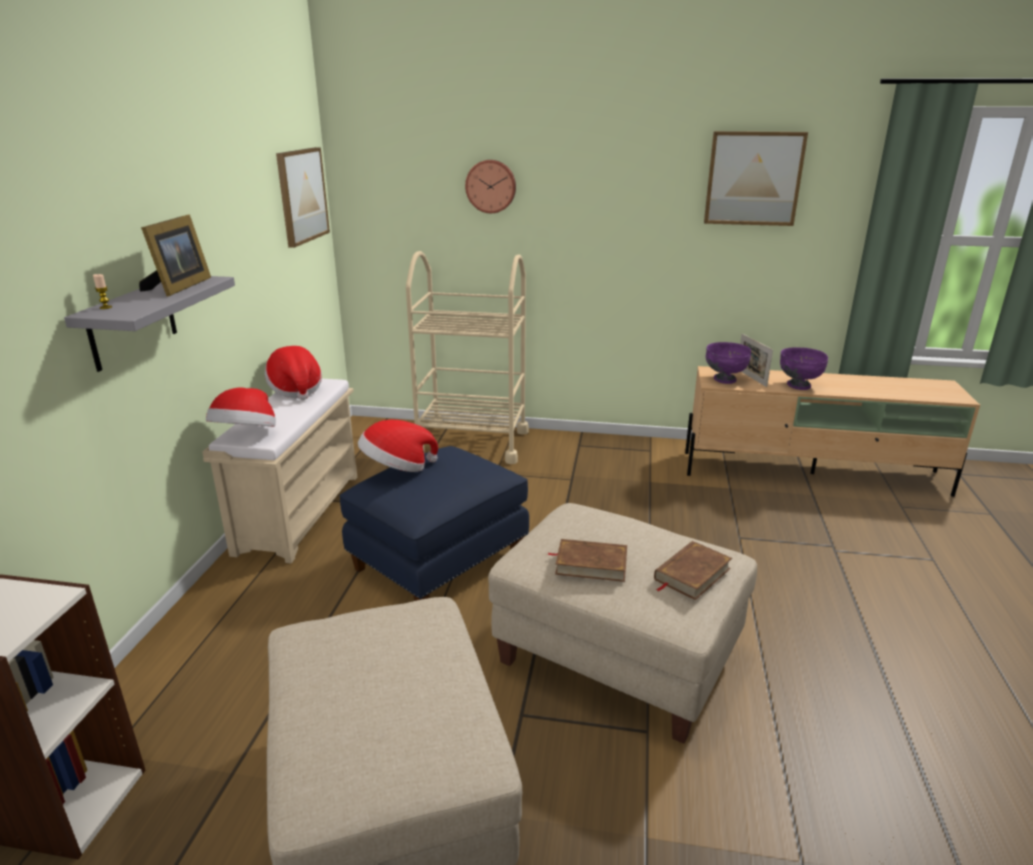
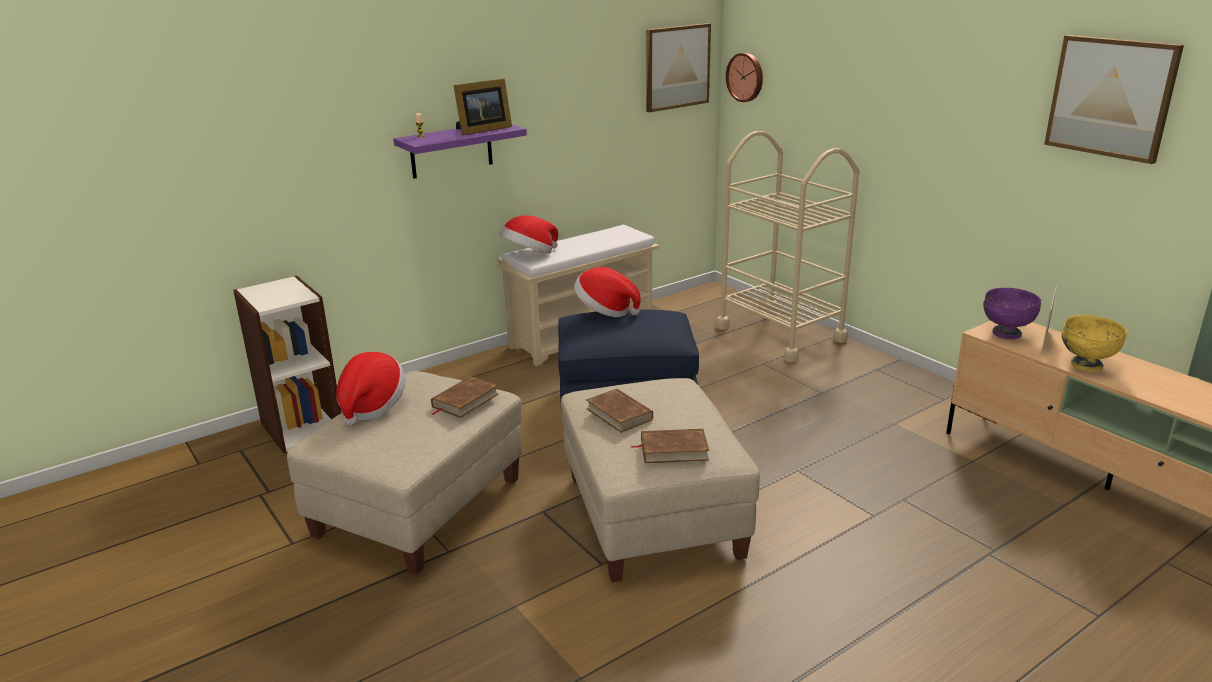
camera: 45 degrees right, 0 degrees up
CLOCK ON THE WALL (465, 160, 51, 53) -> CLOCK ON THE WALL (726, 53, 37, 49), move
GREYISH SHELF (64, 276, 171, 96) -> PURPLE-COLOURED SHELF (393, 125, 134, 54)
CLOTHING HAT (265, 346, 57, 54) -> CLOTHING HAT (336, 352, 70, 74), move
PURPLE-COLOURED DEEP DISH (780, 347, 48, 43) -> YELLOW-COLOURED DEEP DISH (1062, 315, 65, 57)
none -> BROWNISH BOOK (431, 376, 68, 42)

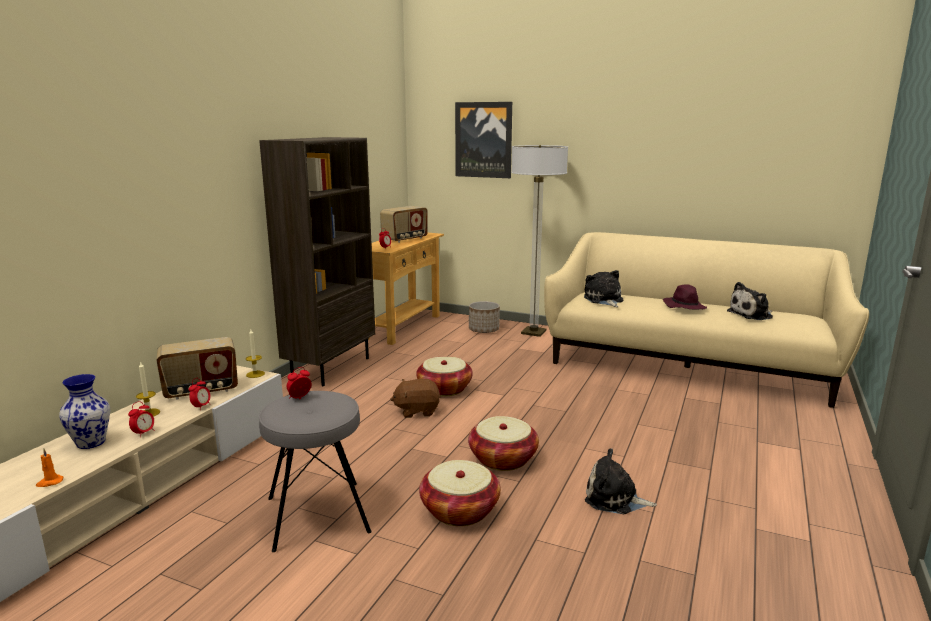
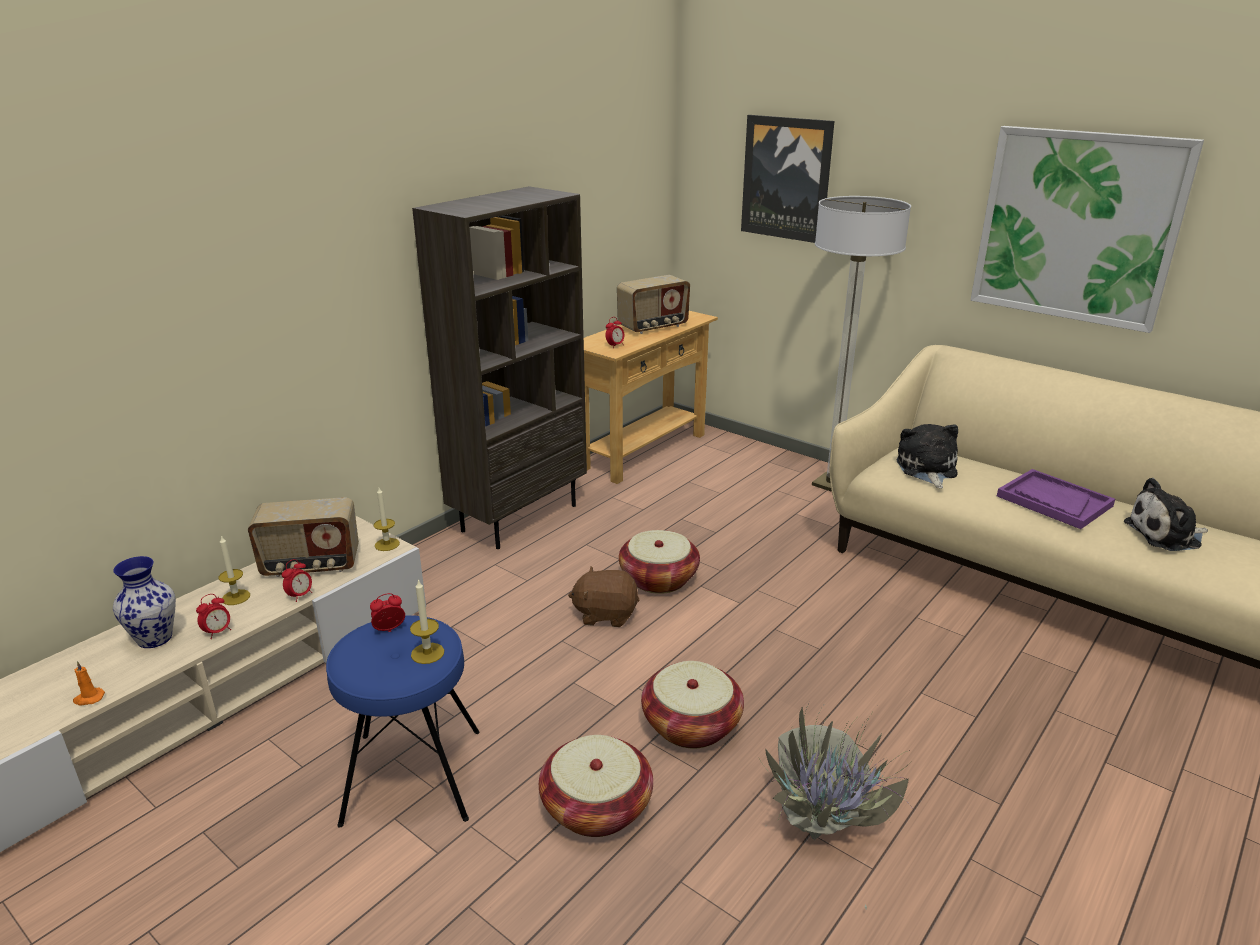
camera: 15 degrees right, 10 degrees up
PURPLE-COLOURED CLOTHING HAT (663, 284, 44, 25) -> PURPLE-COLOURED TRAY (997, 469, 118, 60)
FLOWER POT (469, 301, 31, 32) -> none
GREYISH SITTING STOOL (259, 391, 113, 161) -> BLUISH SITTING STOOL (326, 615, 154, 213)
CUDDLY TOY (585, 448, 72, 66) -> HOUSEPLANT (759, 700, 153, 209)
none -> WALL PICTURE (970, 126, 234, 207)
none -> CANDLE (410, 579, 34, 85)

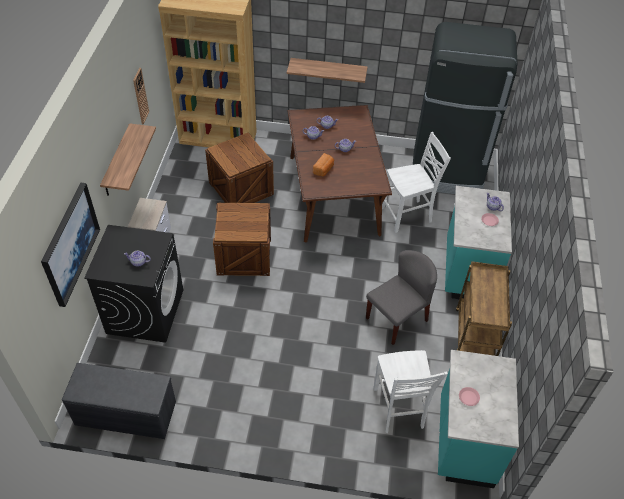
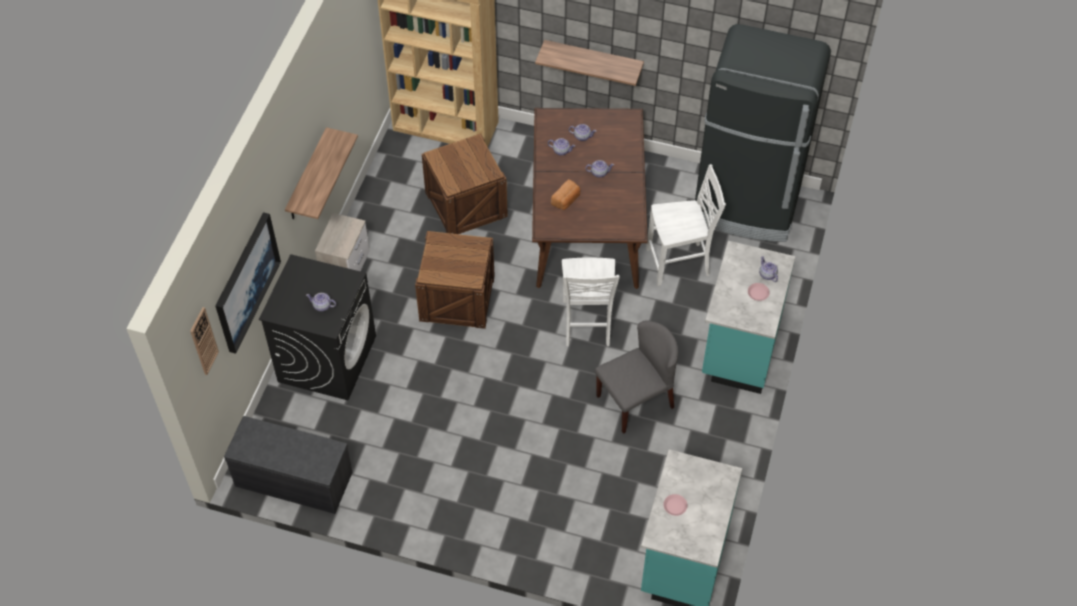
camera: 10 degrees right, 5 degrees up
CLOCK ON THE WALL (133, 68, 16, 57) -> CLOCK ON THE WALL (190, 307, 29, 68), move
BROWNISH CART (456, 261, 56, 95) -> none
WHITE CHAIR (374, 350, 74, 83) -> WHITE CHAIR (562, 257, 58, 90), move

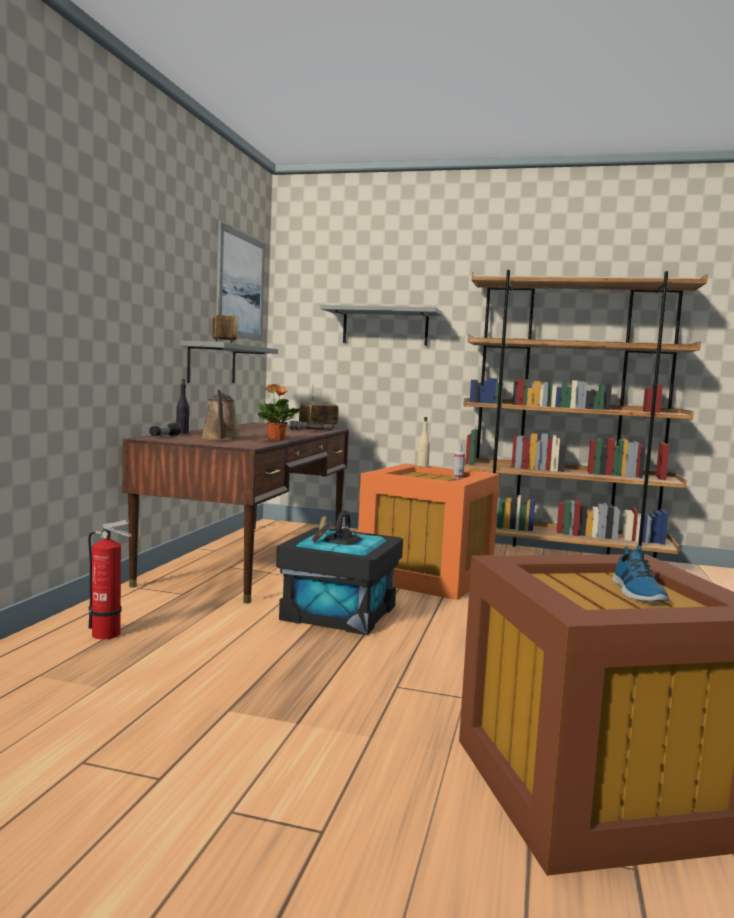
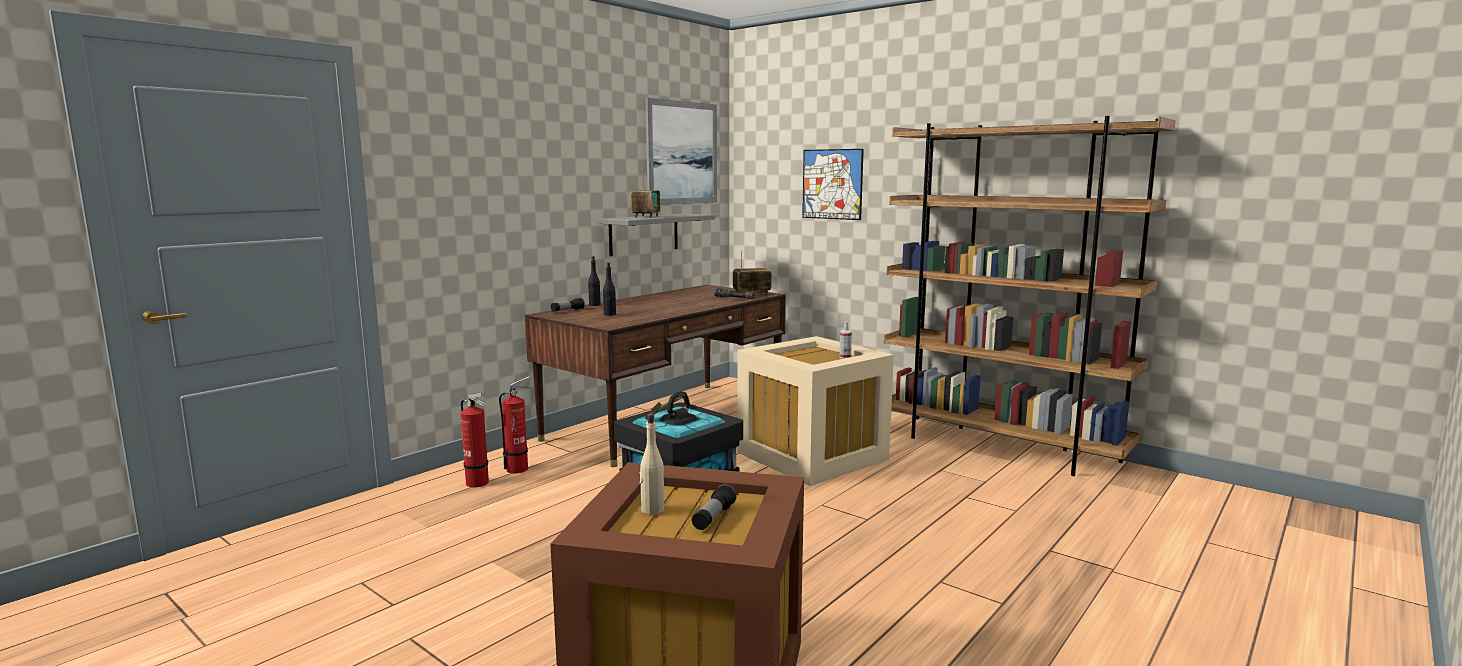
camera: 25 degrees right, 5 degrees up
GREYISH SHELF (320, 305, 122, 41) -> WALL PICTURE (802, 149, 62, 71)
HOUSEPLANT (257, 384, 45, 56) -> none
BROWNISH WATERING POT (201, 390, 40, 51) -> BLACK BOTTLE (603, 262, 13, 54)
BEIGE-COLOURED BOTTLE (417, 417, 13, 50) -> BEIGE-COLOURED BOTTLE (639, 414, 25, 101), move
ORANGE STORAGE CONTAINER (358, 464, 142, 136) -> BEIGE-COLOURED STORAGE CONTAINER (737, 336, 157, 150)
SHOE (612, 545, 57, 56) -> FLASHLIGHT (692, 484, 45, 46)
none -> FIRE EXTINGUISHER (499, 376, 33, 98)

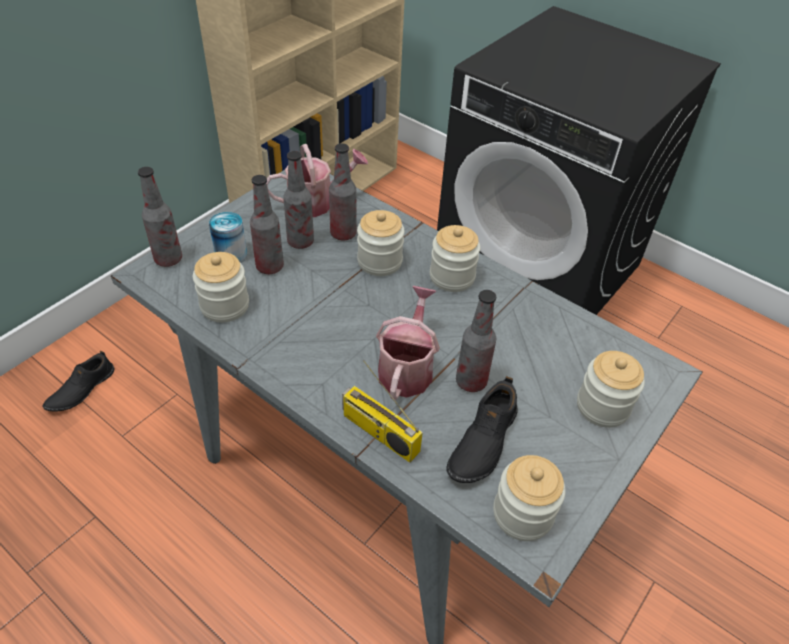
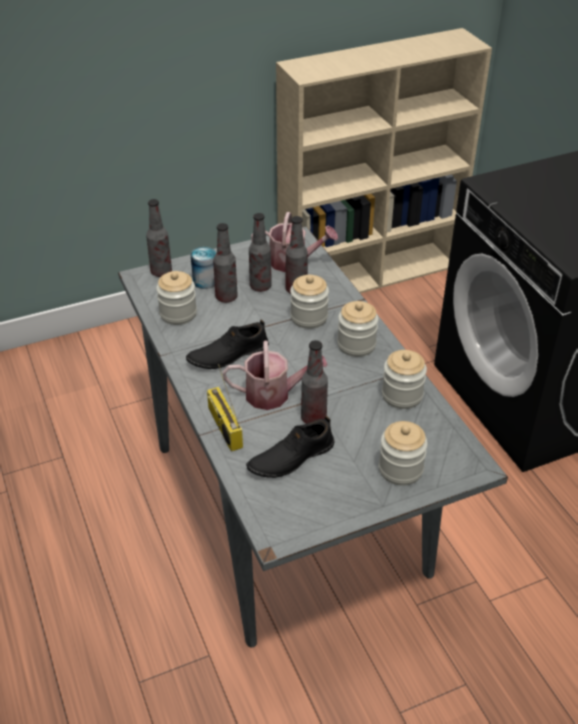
camera: 30 degrees right, 5 degrees down
WATERING POT (376, 286, 64, 114) -> WATERING POT (223, 341, 104, 69), 45 degrees clockwise
BLACK SHOE (42, 351, 73, 60) -> BLACK SHOE (186, 319, 83, 50), move
PRESERVE JAR (493, 455, 73, 86) -> PRESERVE JAR (382, 350, 45, 59), move

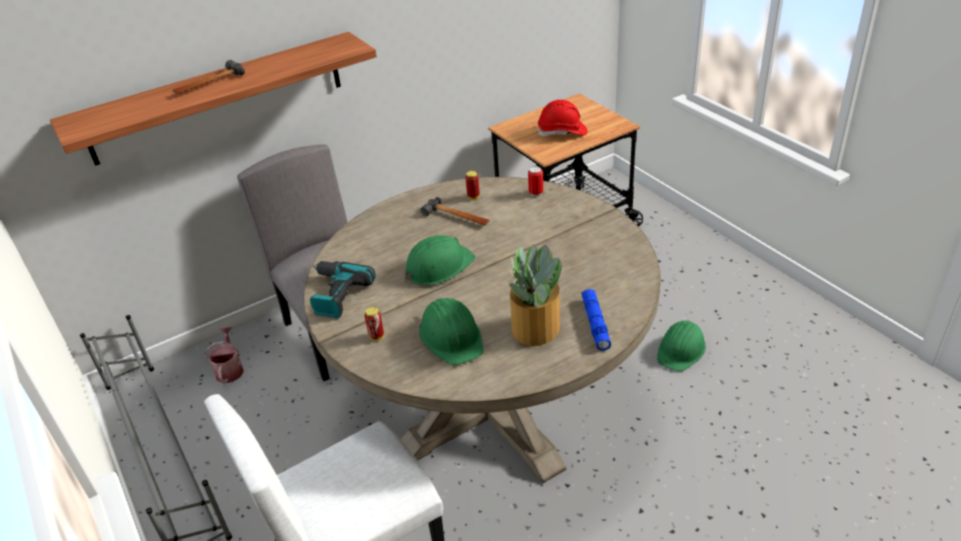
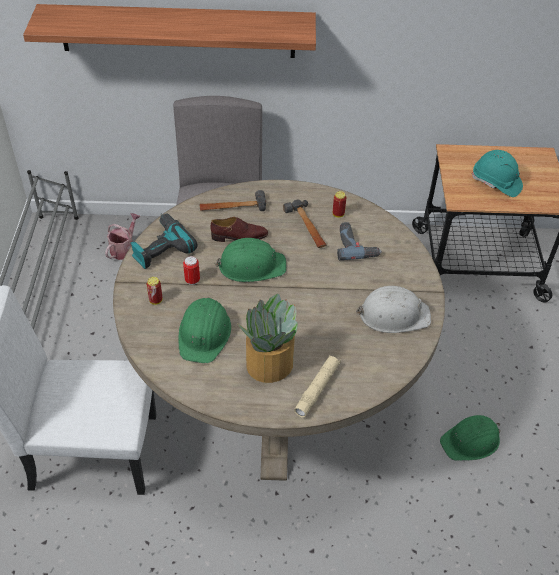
camera: 30 degrees right, 10 degrees up
HAND HAMMER (173, 60, 72, 34) -> HAND HAMMER (199, 190, 67, 21), move
RED-COLOURED WORK HELMET (537, 100, 50, 36) -> TURQUOISE WORK HELMET (472, 150, 51, 47)
CAN (528, 166, 15, 30) -> CAN (183, 256, 17, 29), move
BLUISH FLASHLIGHT (581, 289, 30, 62) -> BEIGE-COLOURED FLASHLIGHT (294, 355, 47, 63)
none -> BROWNISH SHOE (210, 217, 58, 25)
none -> POWER DRILL (337, 222, 45, 38)
none -> WHITE WORK HELMET (356, 286, 75, 47)

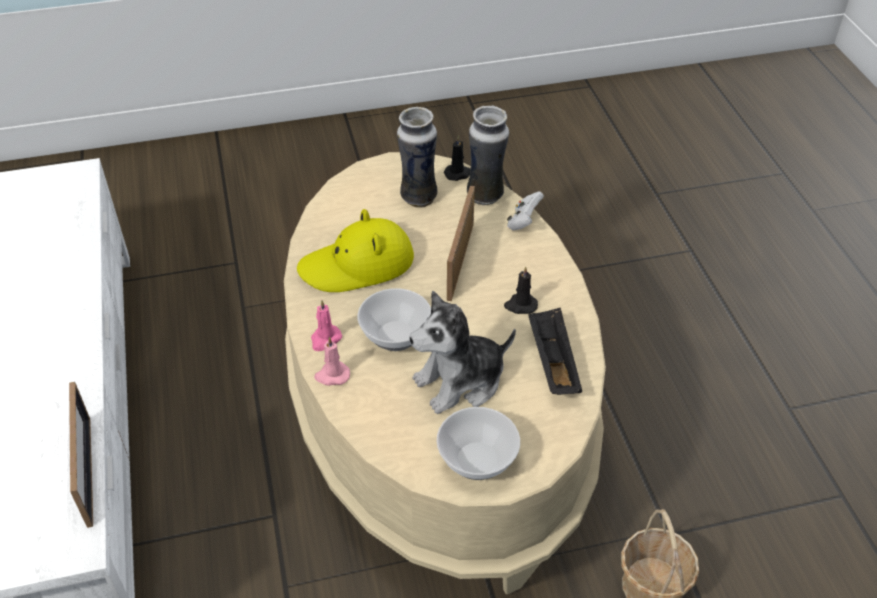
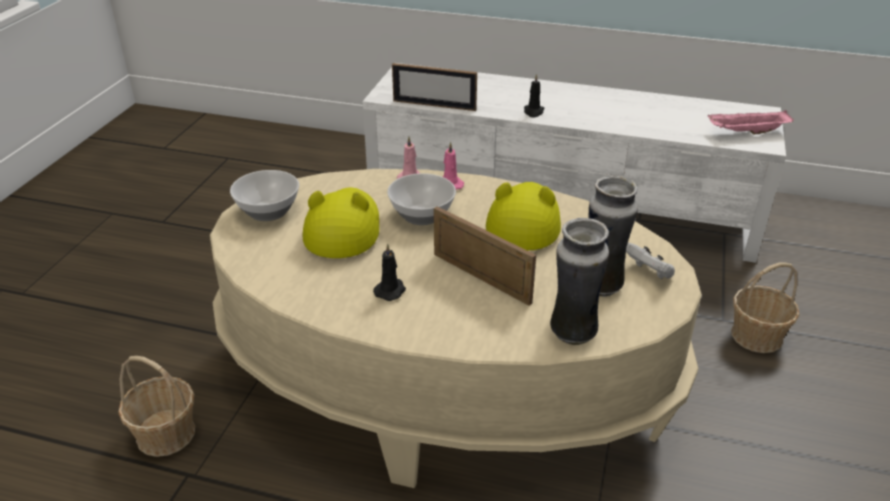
camera: 120 degrees right, 10 degrees down
BLACK CANDLE (444, 135, 27, 46) -> BLACK CANDLE (524, 74, 21, 43), move
WHITE GAME CONTROLLER (507, 191, 37, 39) -> WHITE GAME CONTROLLER (626, 242, 49, 37), move
CUDDLY TOY (409, 291, 107, 123) -> YELLOW-COLOURED CLOTHING HAT (303, 187, 76, 71)
BLACK TRAY (529, 308, 53, 87) -> none
none -> PINKISH TRAY (708, 110, 86, 25)
none -> STORAGE BASKET (731, 262, 68, 91)

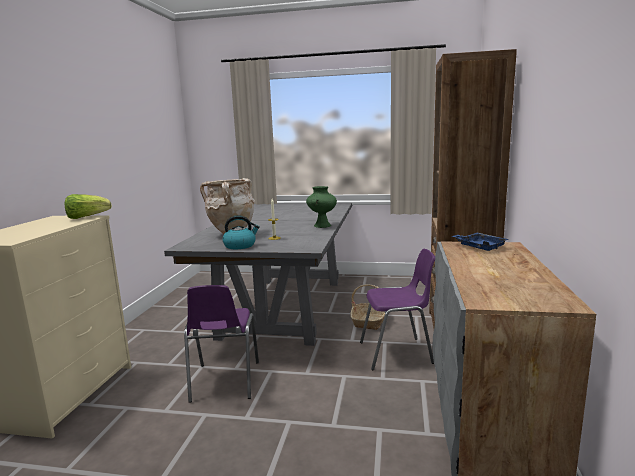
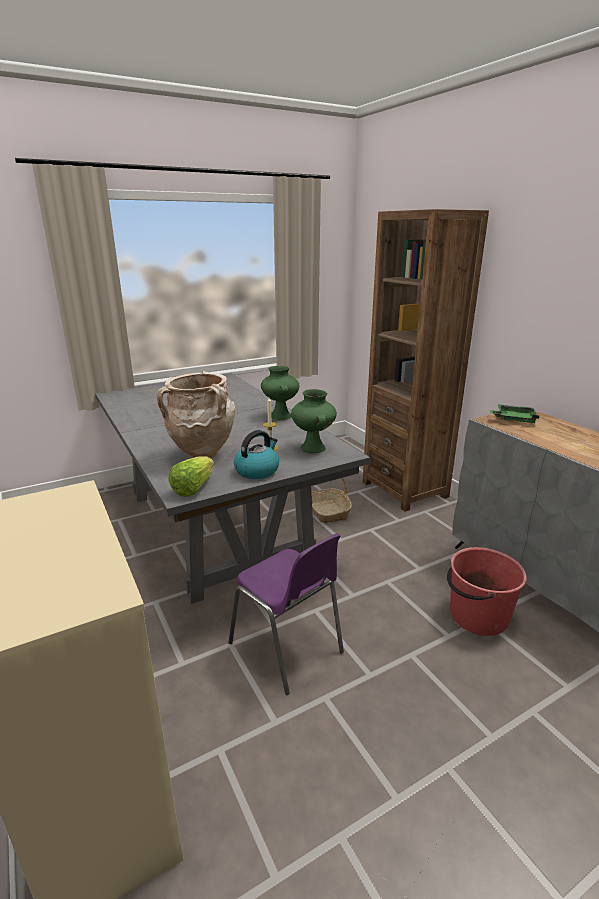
camera: 40 degrees left, 10 degrees up
HEAD OF LETTUCE (65, 194, 47, 25) -> HEAD OF LETTUCE (168, 456, 47, 41), move
BLUISH TRAY (451, 233, 58, 18) -> GREENISH TRAY (490, 404, 49, 19)
PURPLE-COLOURED CHAIR (360, 249, 75, 121) -> none
none -> GREENISH VASE (291, 389, 46, 64)
none -> RED-COLOURED PAIL (447, 547, 80, 89)

